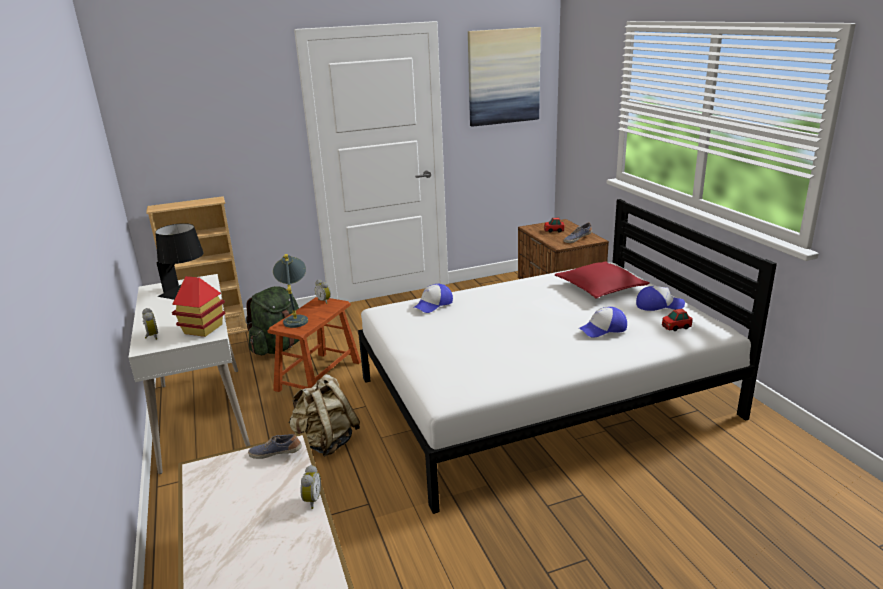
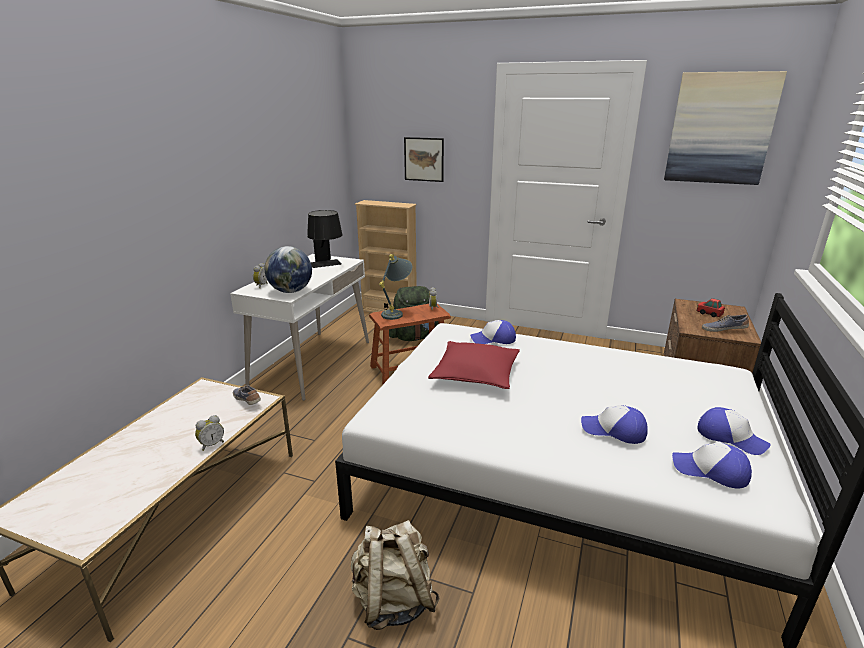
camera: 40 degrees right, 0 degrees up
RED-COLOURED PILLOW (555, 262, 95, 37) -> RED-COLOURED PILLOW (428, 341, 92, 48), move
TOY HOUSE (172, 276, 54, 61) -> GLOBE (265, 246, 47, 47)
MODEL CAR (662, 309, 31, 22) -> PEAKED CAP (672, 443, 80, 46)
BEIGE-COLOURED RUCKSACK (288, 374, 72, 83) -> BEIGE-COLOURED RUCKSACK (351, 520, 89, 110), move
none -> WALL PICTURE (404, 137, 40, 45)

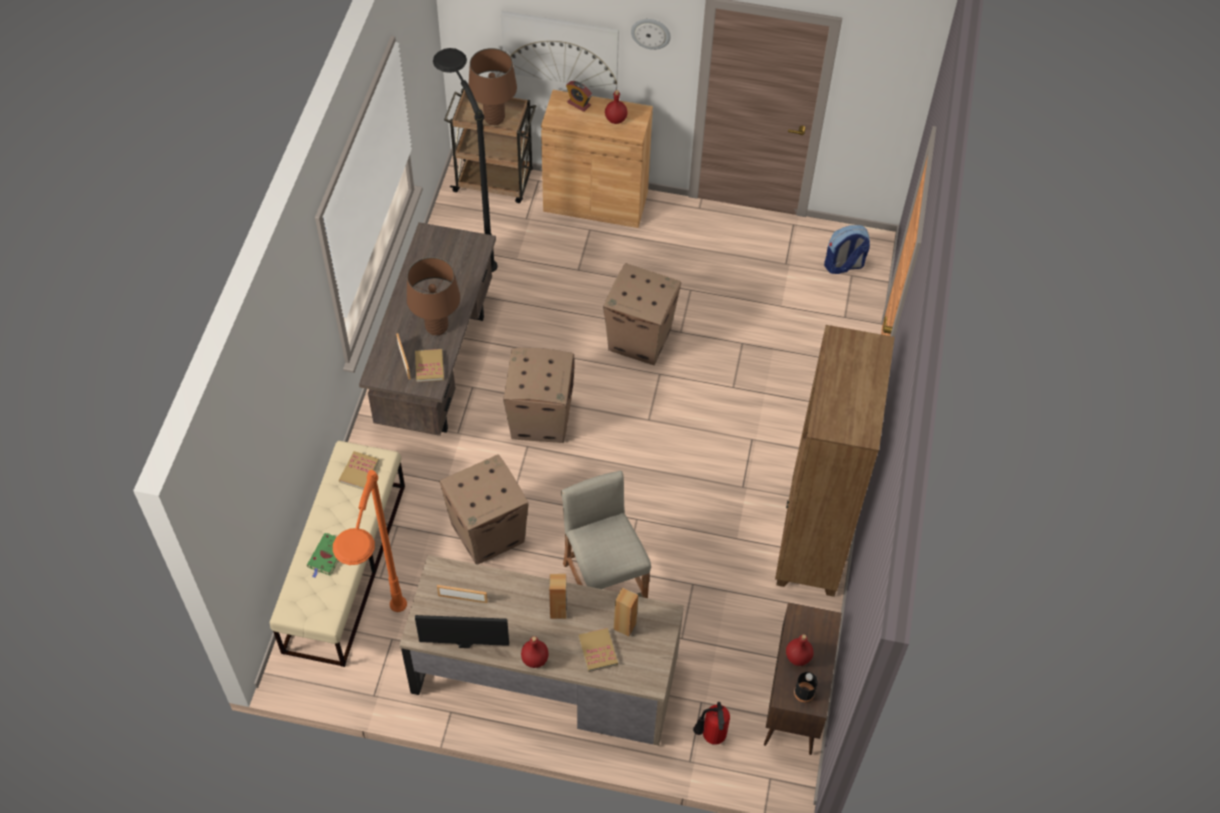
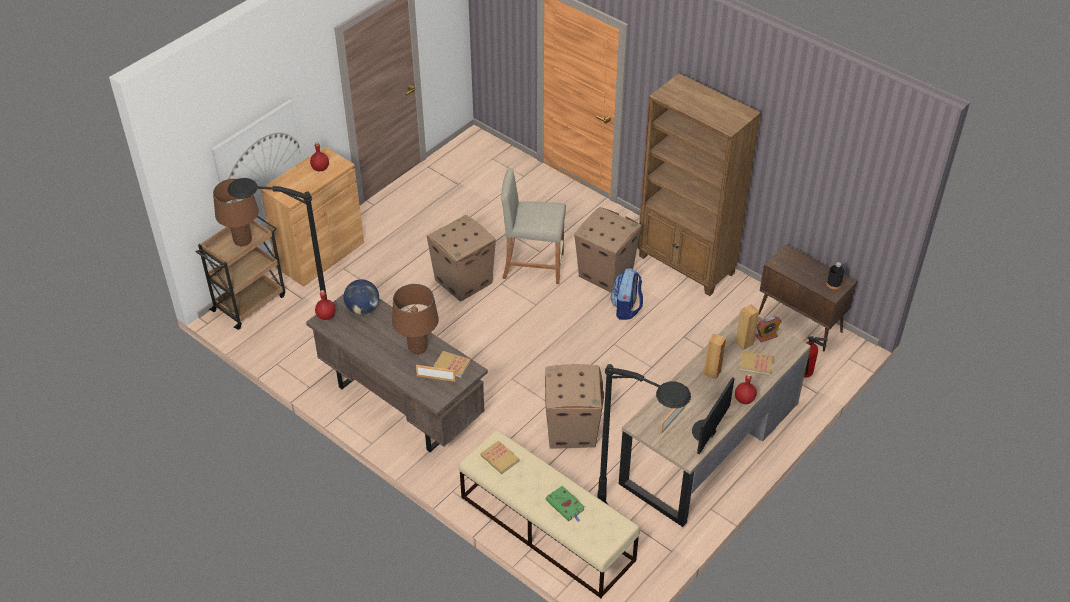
camera: 60 degrees left, 10 degrees down
CLOCK ON THE WALL (631, 19, 40, 31) -> none
ALARM CLOCK (566, 81, 26, 31) -> ALARM CLOCK (755, 316, 27, 27), move
RUCKSACK (824, 225, 46, 49) -> RUCKSACK (611, 268, 32, 52), move
CARTON (503, 348, 72, 95) -> CARTON (574, 207, 68, 86), move
ORANGE FLOOR LAMP (333, 470, 74, 142) -> BLACK FLOOR LAMP (597, 364, 94, 141)
BEIGE-COLOURED SITTING STOOL (561, 471, 90, 127) -> BEIGE-COLOURED SITTING STOOL (501, 168, 65, 116), move
RED-COLOURED BOTTLE (786, 634, 28, 32) -> RED-COLOURED BOTTLE (315, 290, 21, 30), move
none -> GLOBE (344, 279, 35, 36)

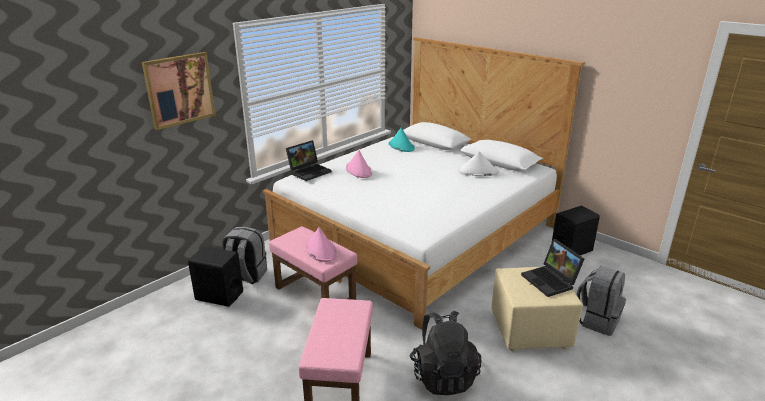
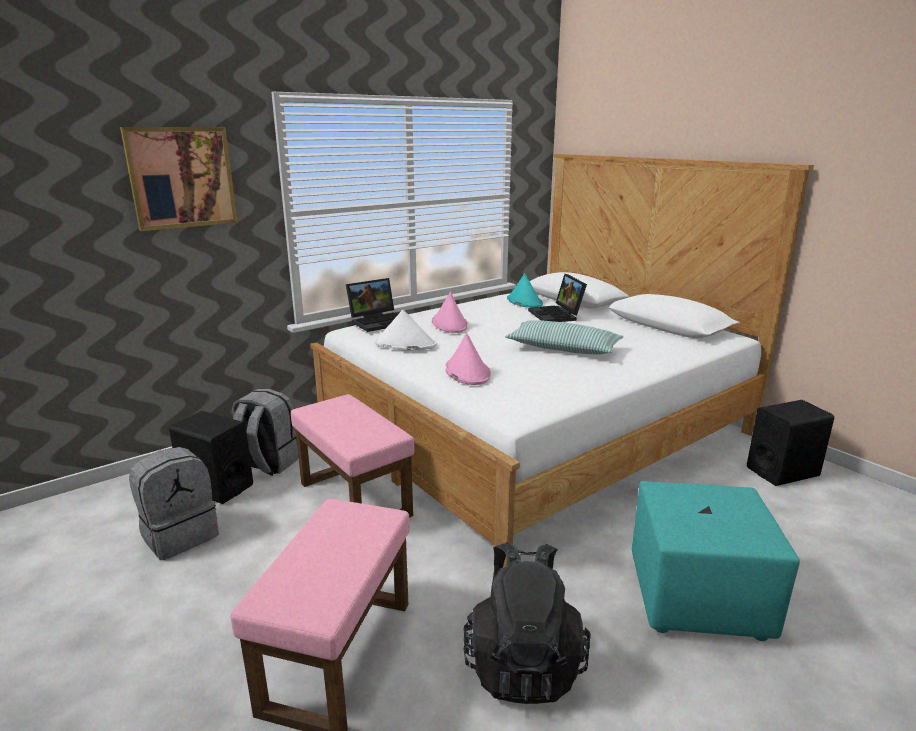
camera: 10 degrees right, 5 degrees down
WHITE CLOTHING HAT (458, 151, 41, 26) -> WHITE CLOTHING HAT (375, 310, 62, 41), move
PINKISH CLOTHING HAT (306, 227, 31, 35) -> PINKISH CLOTHING HAT (446, 333, 45, 52), move
PORTABLE COMPUTER (521, 239, 63, 58) -> PORTABLE COMPUTER (528, 274, 59, 48), move
GREYISH RUCKSACK (576, 266, 50, 70) -> GREYISH RUCKSACK (129, 447, 90, 113), move
BEIGE-COLOURED POUFFE (492, 267, 91, 84) -> TURQUOISE POUFFE (632, 481, 168, 160)
none -> PILLOW (505, 320, 119, 35)

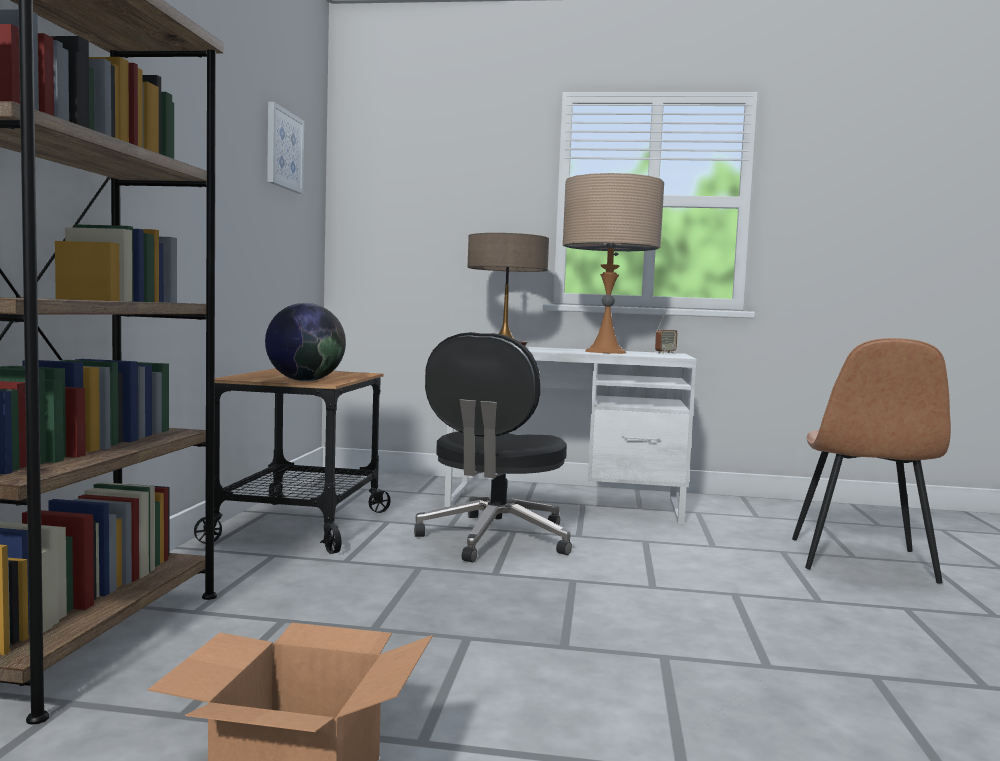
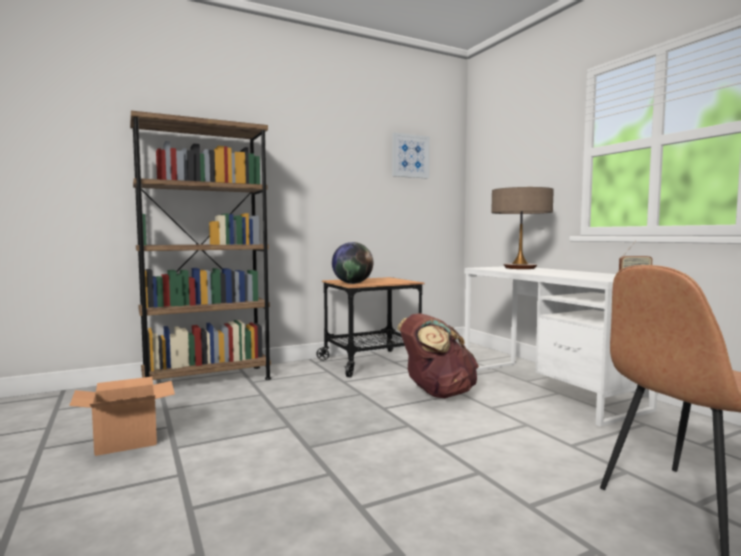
camera: 55 degrees right, 0 degrees up
BEIGE-COLOURED TABLE LAMP (563, 173, 101, 181) -> none
BLACK COMPUTER CHAIR (414, 332, 158, 231) -> BROWNISH RUCKSACK (397, 313, 82, 85)

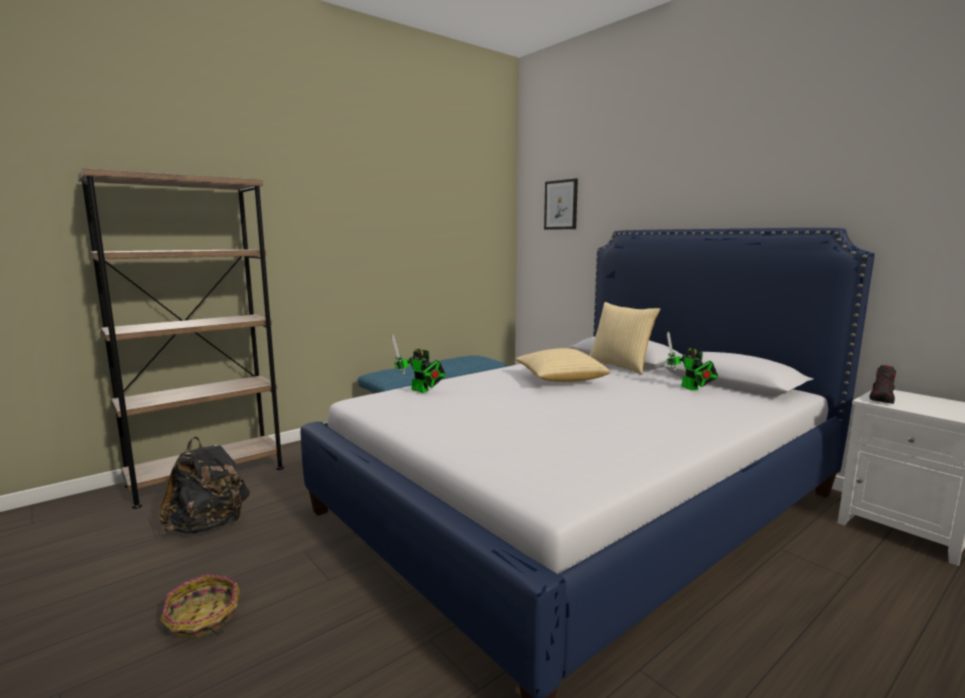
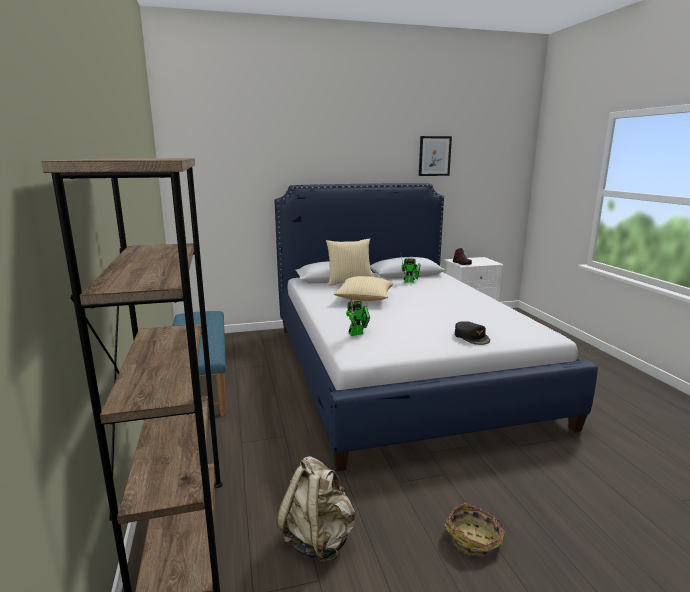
camera: 65 degrees left, 5 degrees up
WALL PICTURE (544, 178, 34, 52) -> WALL PICTURE (419, 136, 33, 40), move
BLACK RUCKSACK (158, 437, 91, 97) -> BEIGE-COLOURED RUCKSACK (276, 456, 79, 107)
none -> BLACK PEAKED CAP (455, 321, 35, 24)

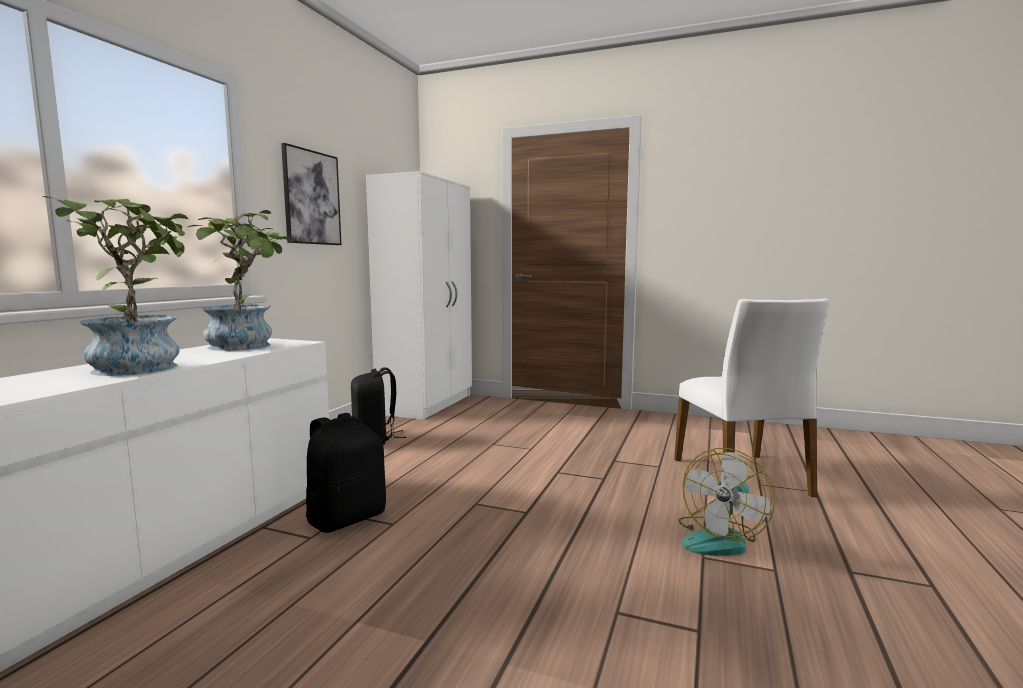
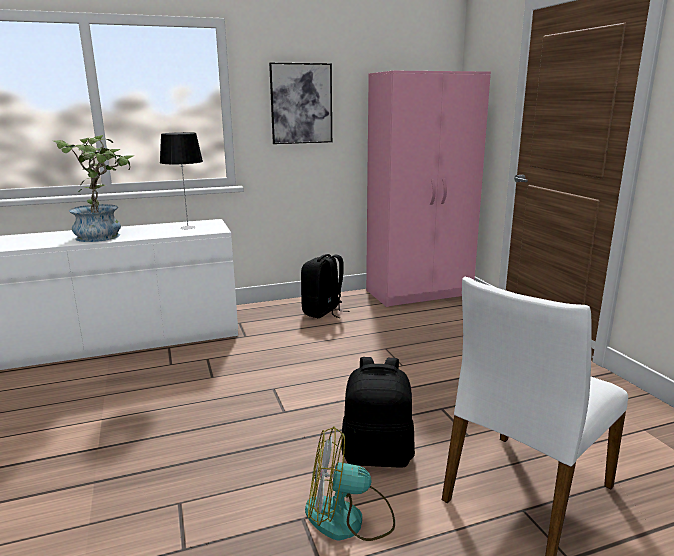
camera: 50 degrees right, 10 degrees up
WHITE ARMOIRE (366, 171, 106, 249) -> PINKISH ARMOIRE (366, 71, 125, 236)
HOUSEPLANT (188, 210, 105, 141) -> TABLE LAMP (160, 132, 43, 98)
BLACK RUCKSACK (306, 413, 80, 120) -> BLACK RUCKSACK (341, 357, 74, 111), move

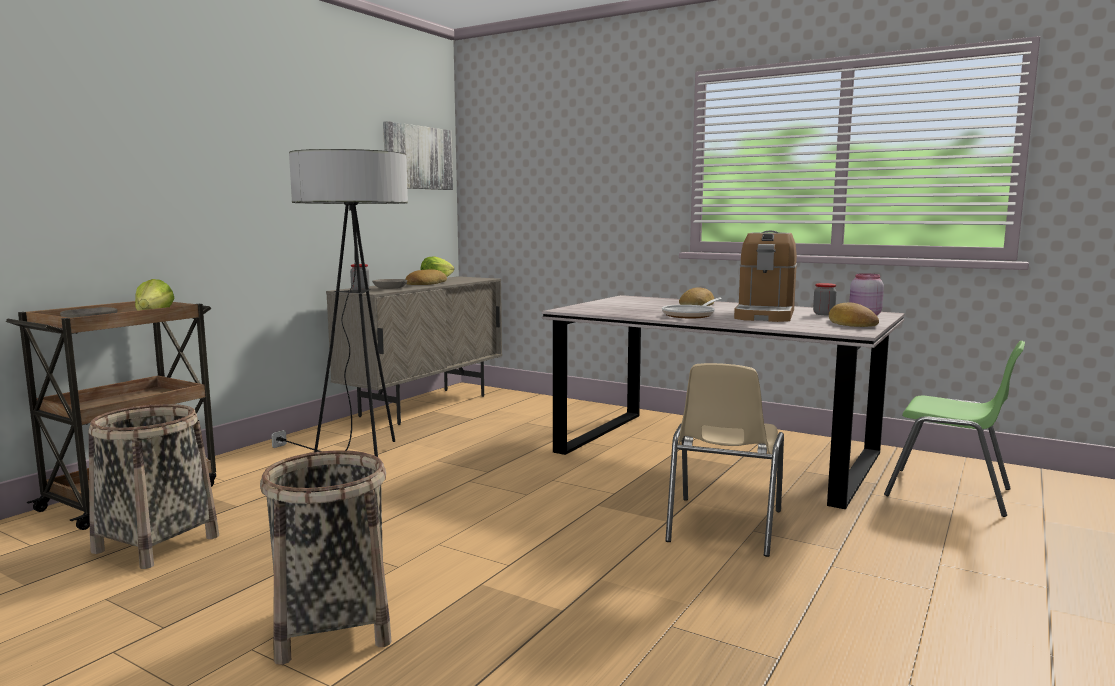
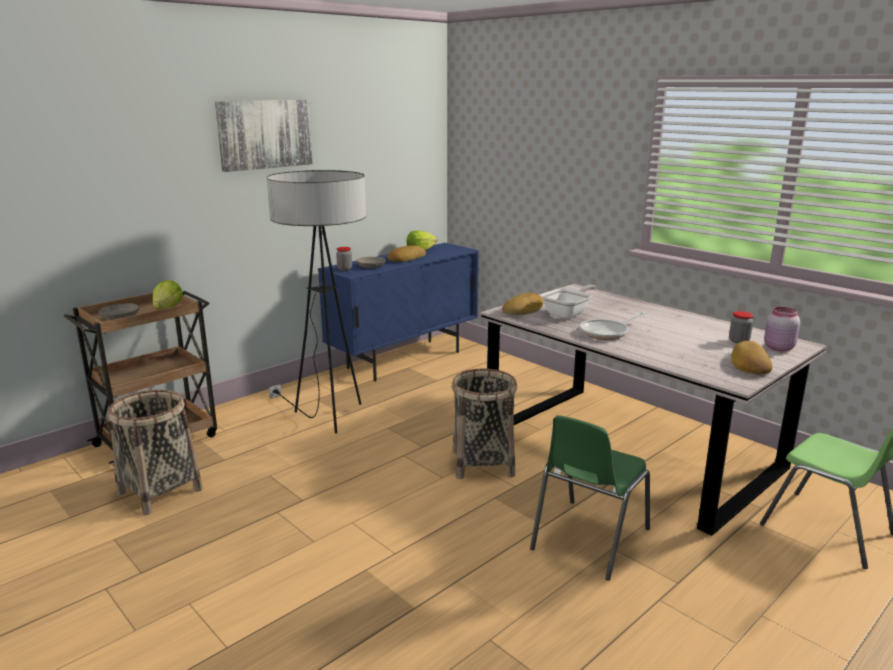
camera: 15 degrees right, 10 degrees up
WALL PICTURE (383, 121, 70, 69) -> WALL PICTURE (215, 100, 98, 72), move
COFFEE BREWER (734, 230, 63, 92) -> none
BEIGE-COLOURED CUPBOARD (326, 276, 176, 149) -> BLUISH CUPBOARD (318, 243, 161, 139)
BAKERY BREAD (679, 288, 35, 18) -> BAKERY BREAD (502, 293, 41, 22), move
BEIGE-COLOURED CHAIR (665, 363, 119, 194) -> GREENISH CHAIR (530, 415, 120, 166)
STORAGE BASKET (260, 450, 132, 215) -> STORAGE BASKET (452, 369, 65, 110), move
none -> FRYING PAN (541, 285, 55, 34)

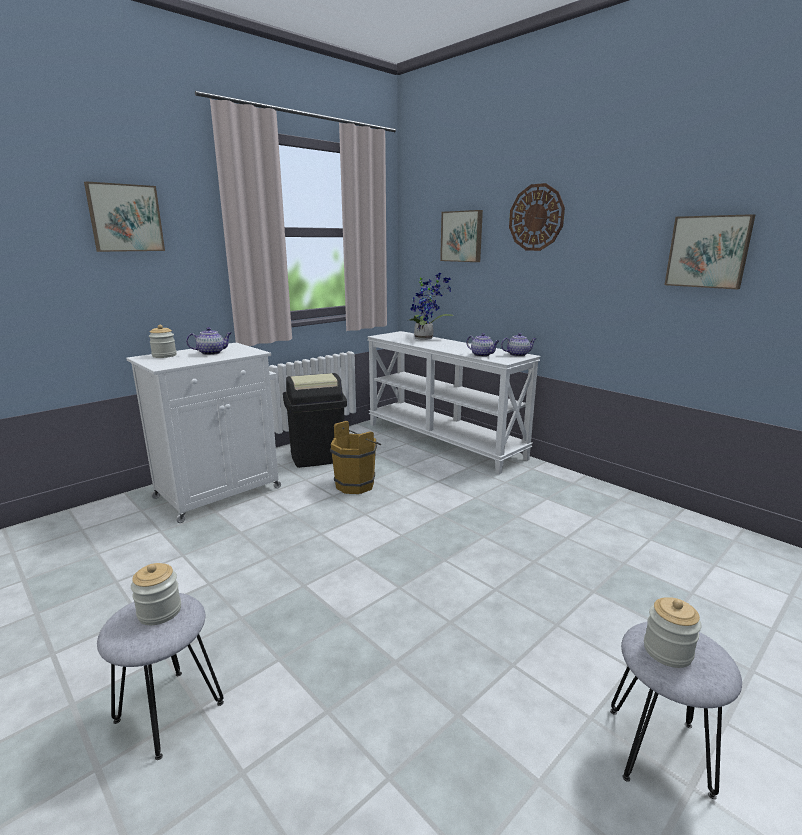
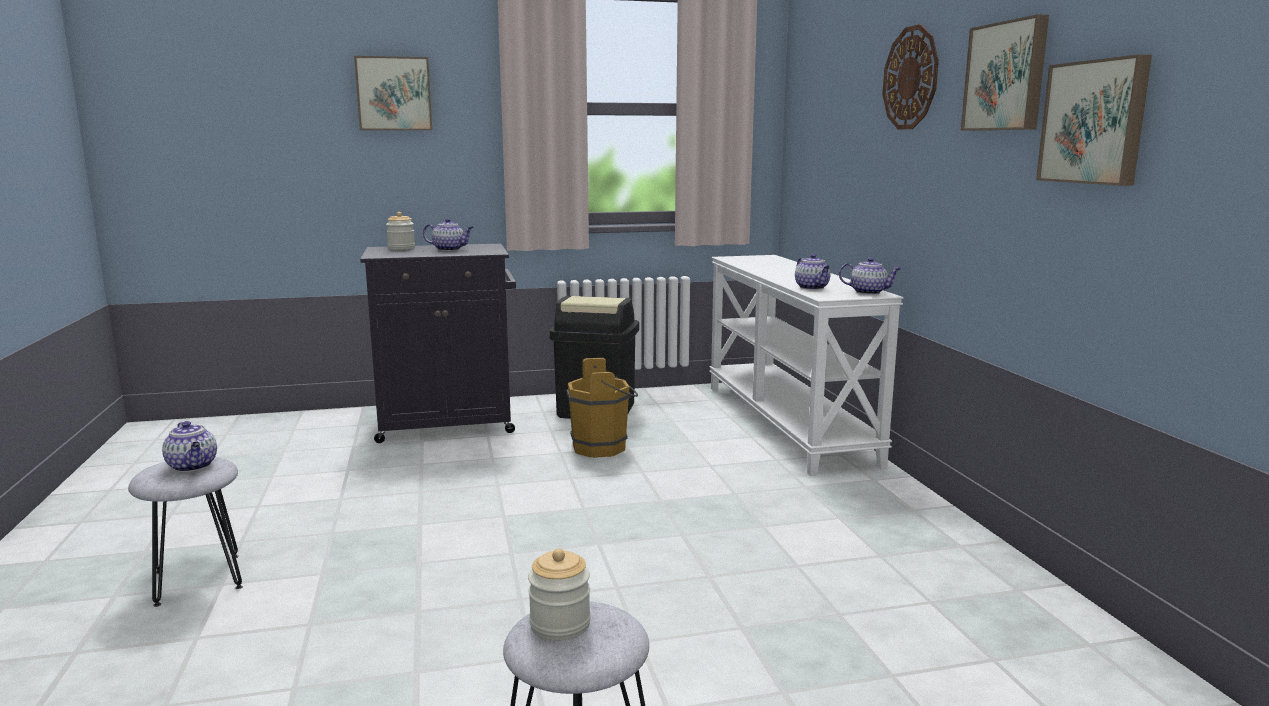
camera: 30 degrees right, 5 degrees down
WALL PICTURE (440, 210, 43, 52) -> WALL PICTURE (961, 14, 88, 117), move
HOUSEPLANT (407, 272, 47, 68) -> none
WHITE CUPBOARD (126, 343, 155, 180) -> BLACK CUPBOARD (360, 244, 156, 199)
PRESERVE JAR (131, 563, 50, 62) -> TEAPOT (162, 421, 55, 51)

